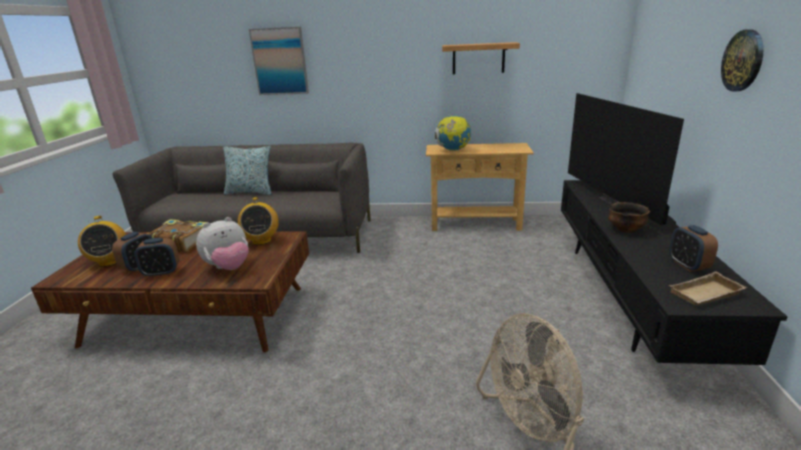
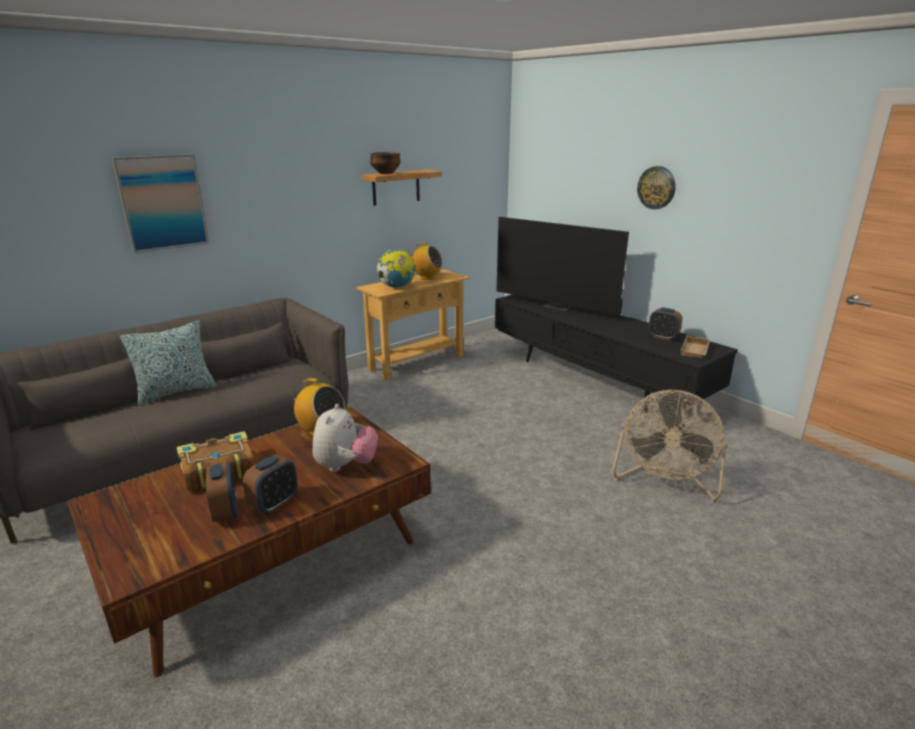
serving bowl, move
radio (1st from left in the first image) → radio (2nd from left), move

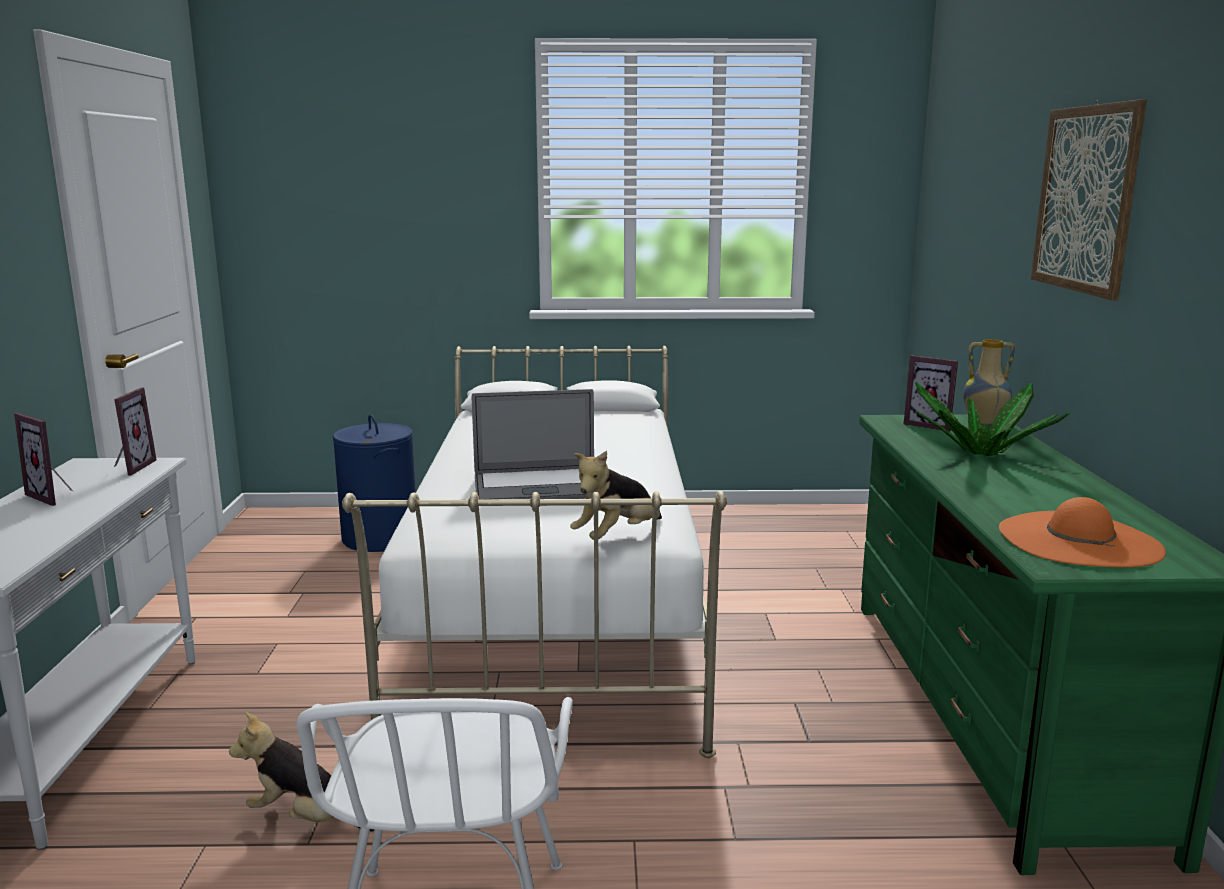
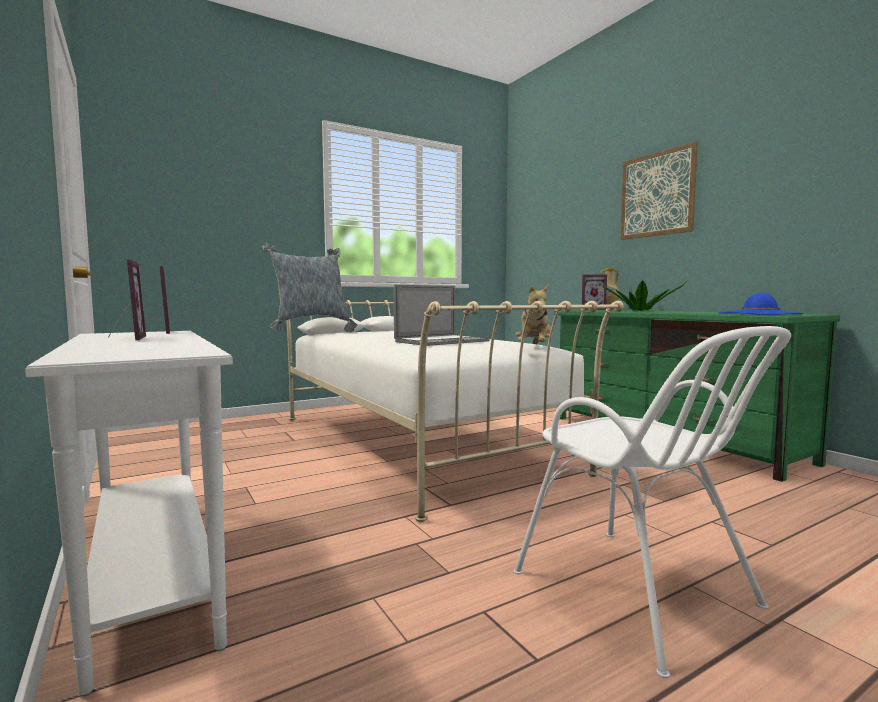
picture frame (1st from left), 120 degrees counterclockwise
hamper (bluish) → -
clothing hat (orangey) → clothing hat (bluish)
soft toy (1st from left) → -
- → throw pillow

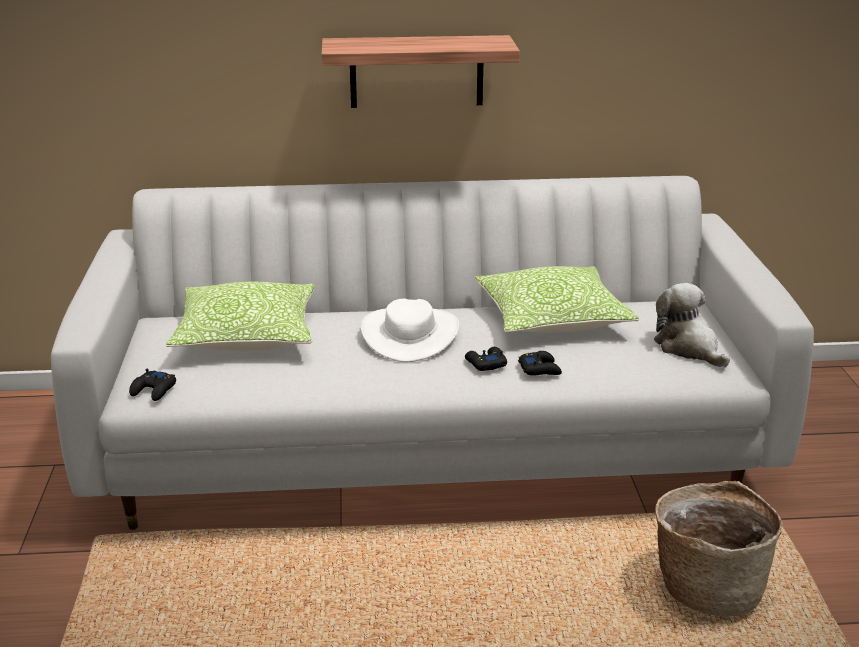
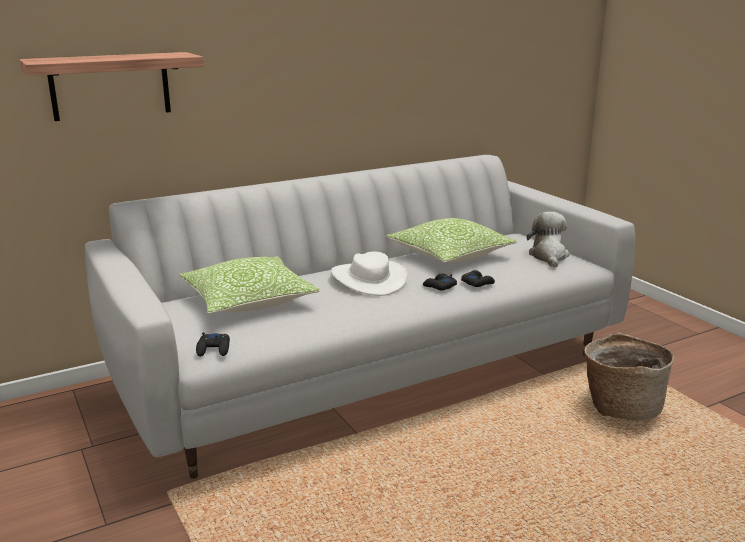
wall shelf, move
soft toy, 60 degrees clockwise

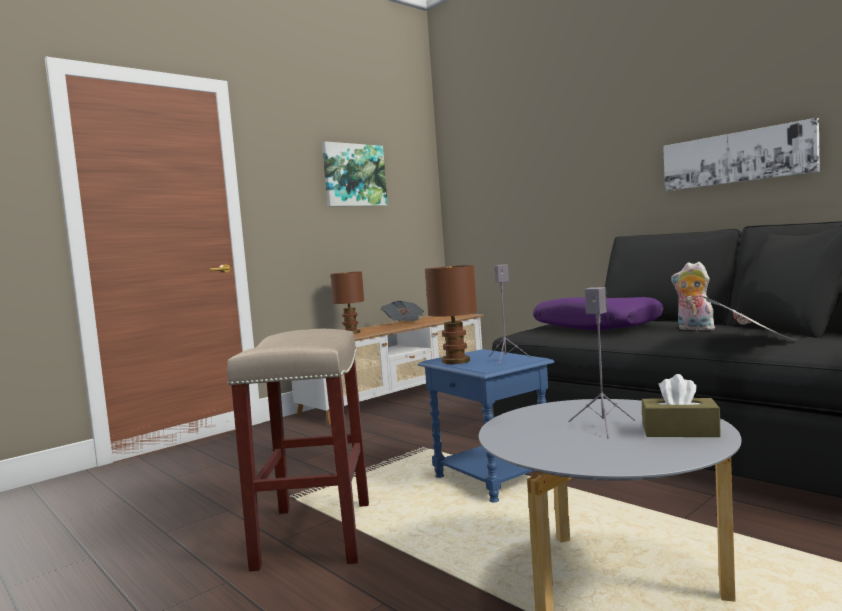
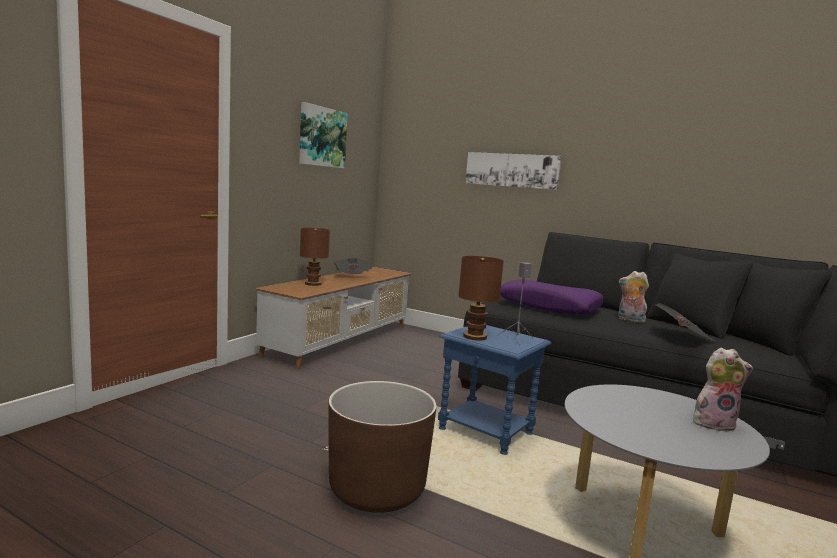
wall art (2nd from left), move
speaker (grey) (2nd from left) → -
stool seat (sand-coloured) → plant pot (brownish)
tissue box (brownish) → soft toy (2nd from left)

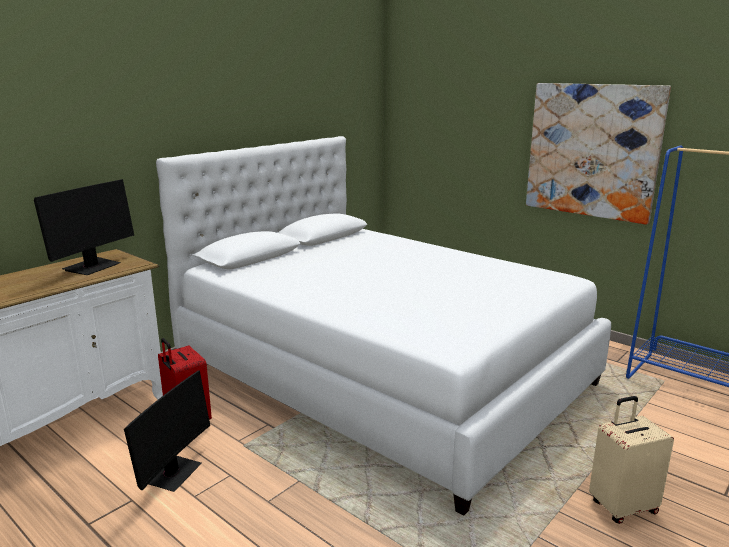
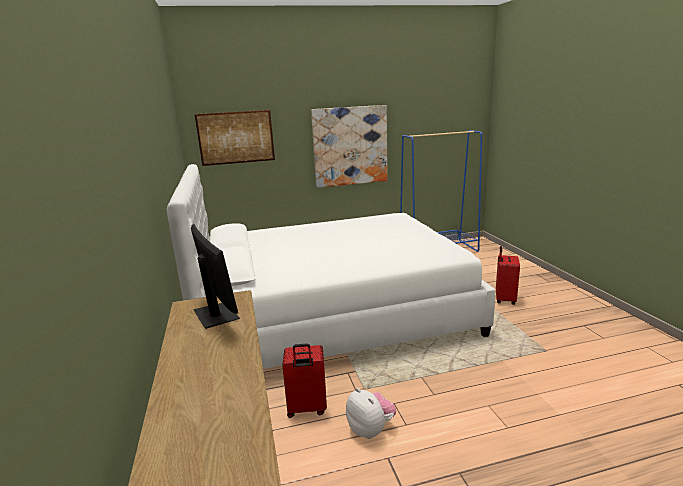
computer display (2nd from left) → soft toy
travel case (sand-coloured) → travel case (reddish) (2nd from left)
- → wall art (1st from left)

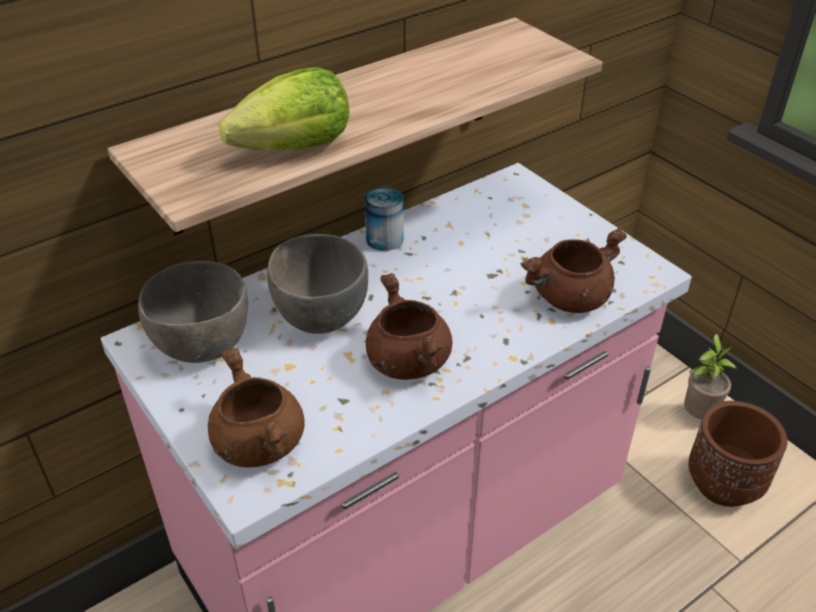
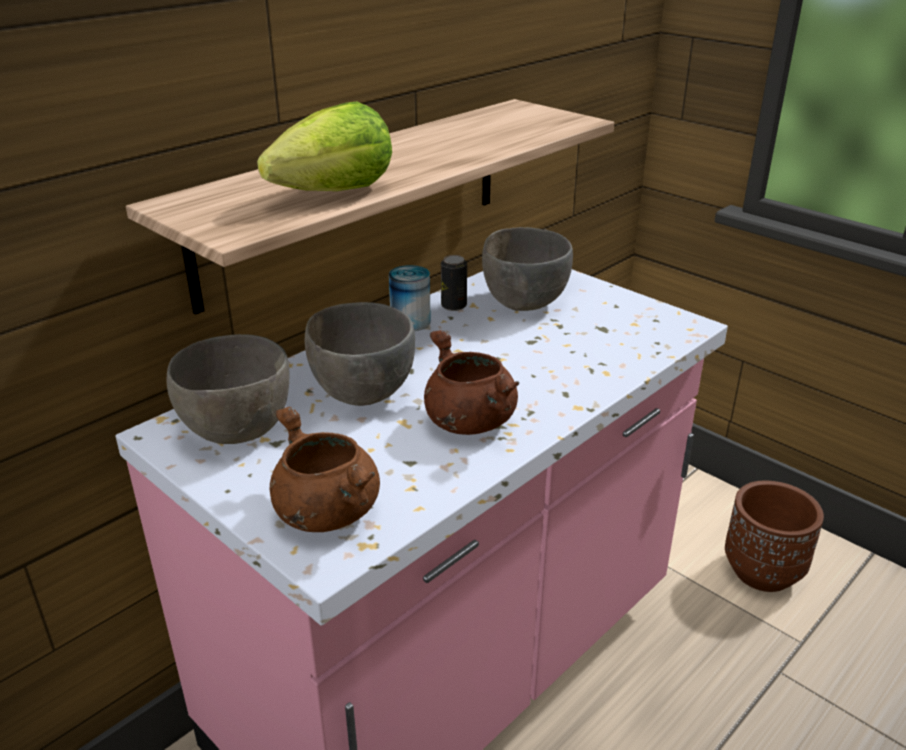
cooking pot (brownish) (3rd from left) → -
houseplant → -
- → serving bowl (grey) (3rd from left)
- → can (2nd from left)

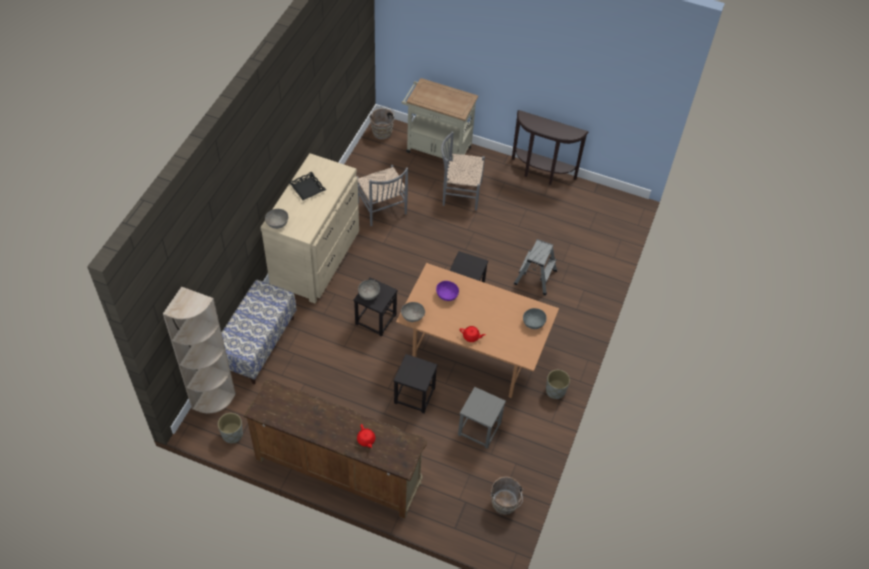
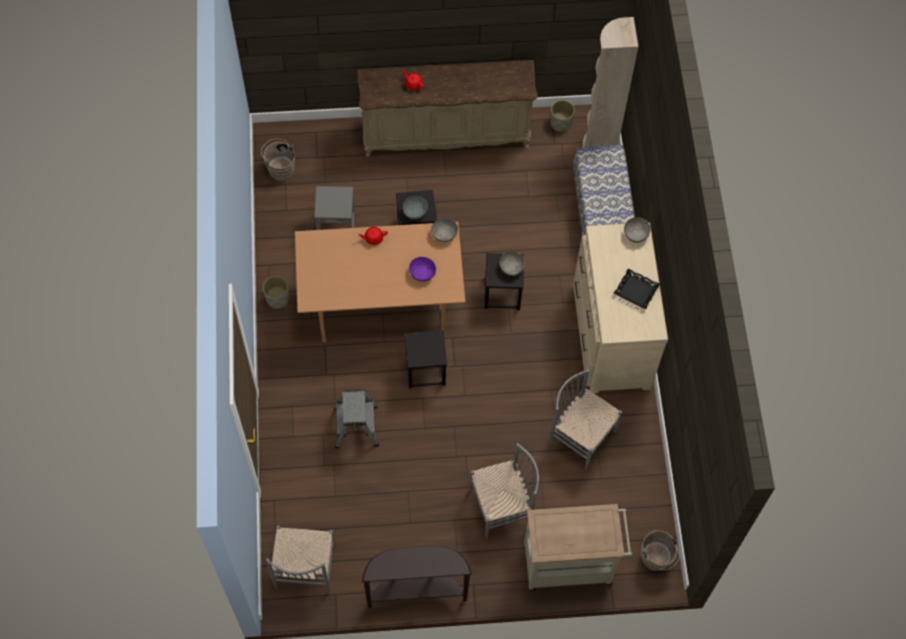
serving bowl (grey) (4th from left in the first image) → serving bowl (grey) (1st from left), move
- → upright chair (grey) (1st from left)

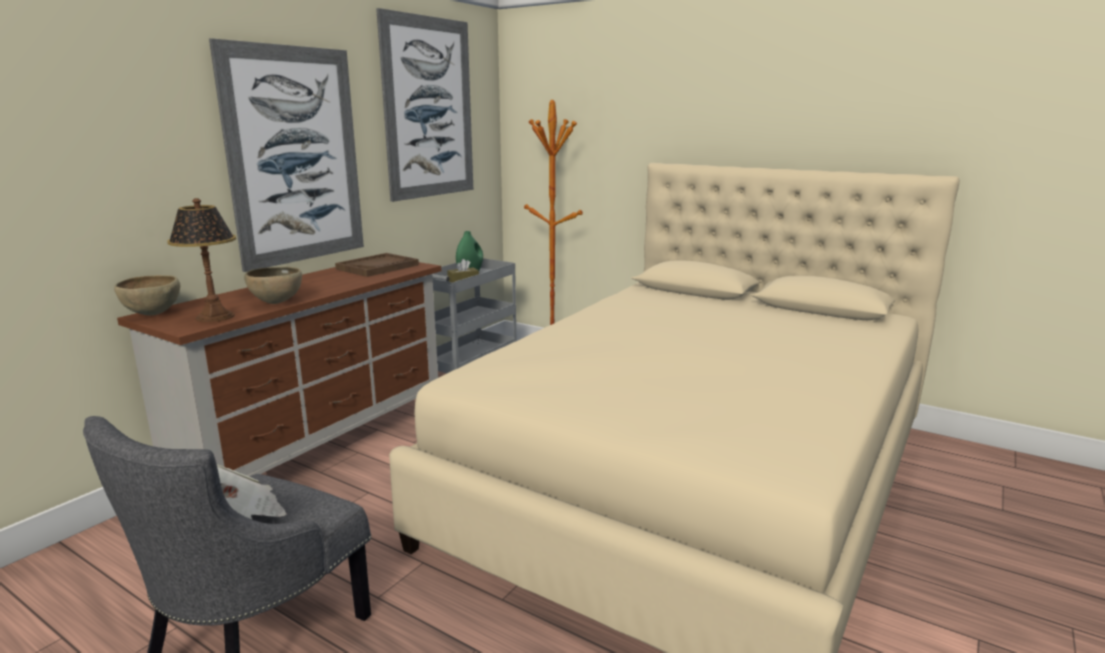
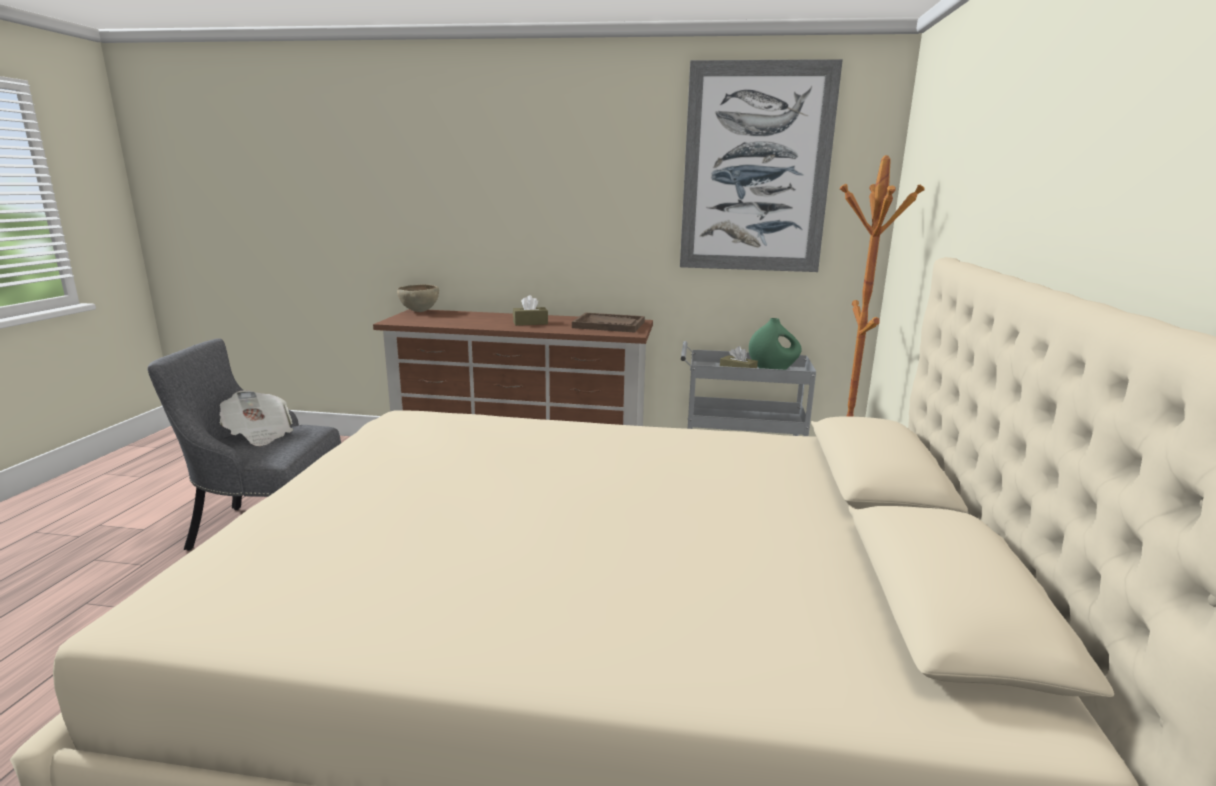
wall art (1st from left) → -
lamp for a table → -
serving bowl (brownish) (2nd from left) → -
- → tissue box (brownish) (1st from left)

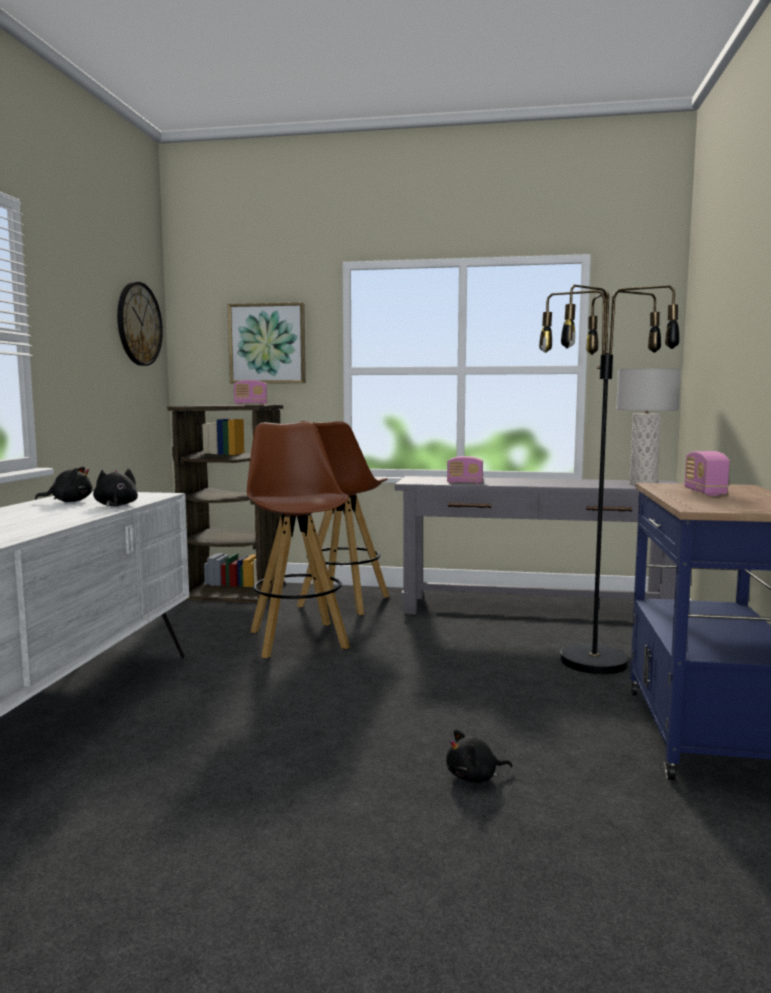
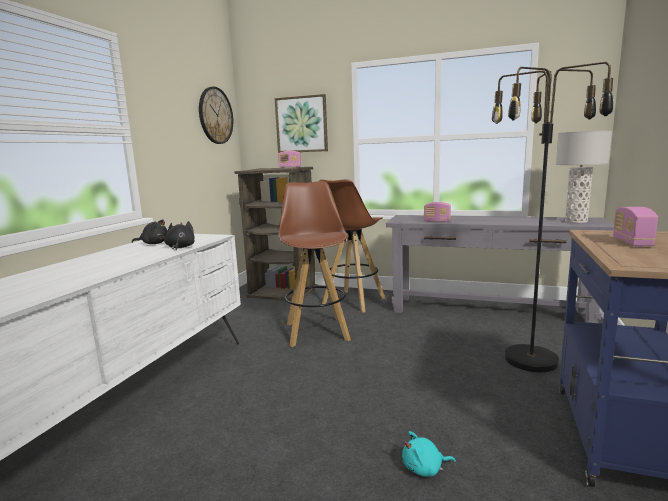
soft toy (black-coloured) (3rd from left) → soft toy (turquoise)

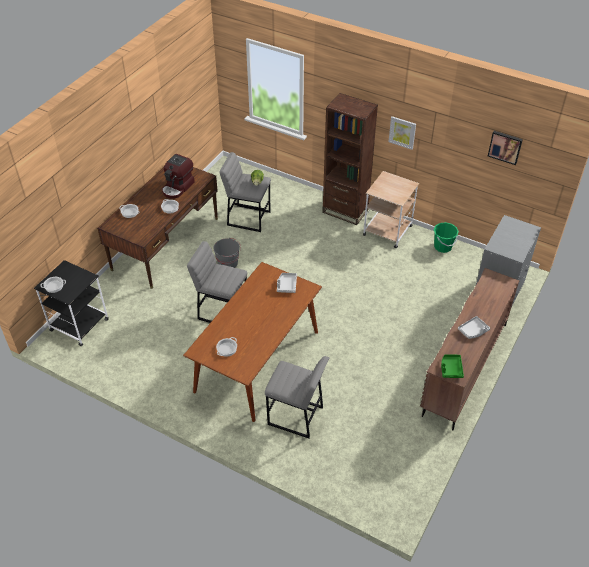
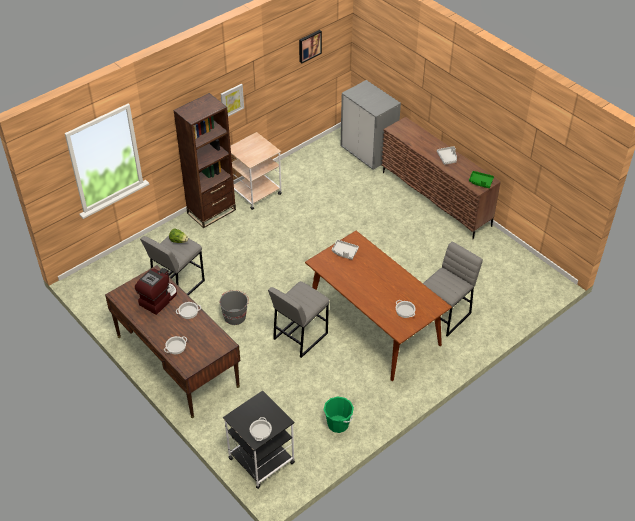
coffee brewer, 105 degrees counterclockwise
bucket (green-coloured), move

